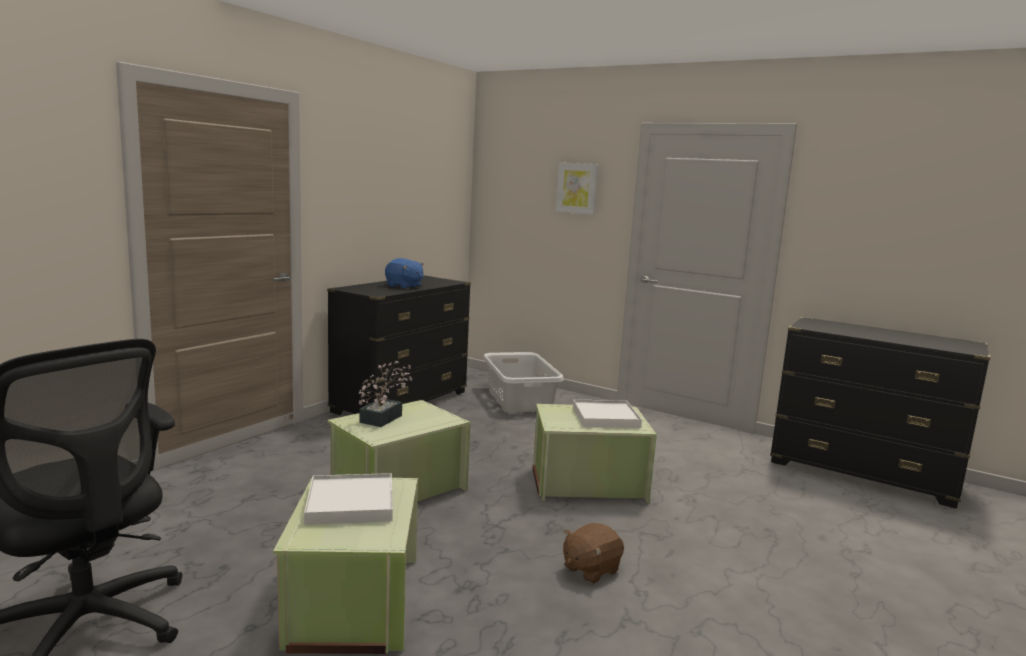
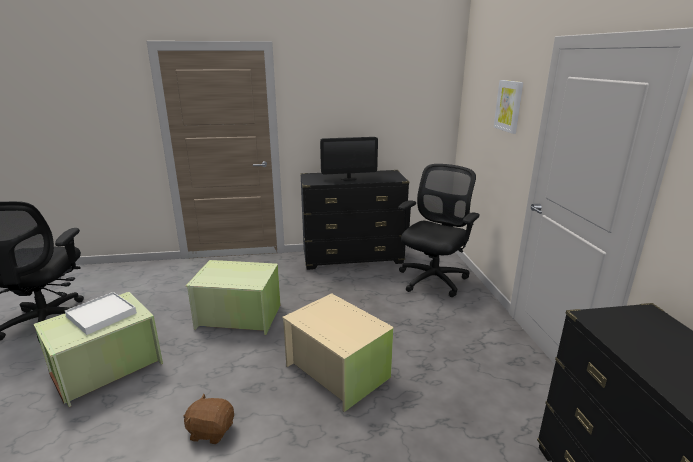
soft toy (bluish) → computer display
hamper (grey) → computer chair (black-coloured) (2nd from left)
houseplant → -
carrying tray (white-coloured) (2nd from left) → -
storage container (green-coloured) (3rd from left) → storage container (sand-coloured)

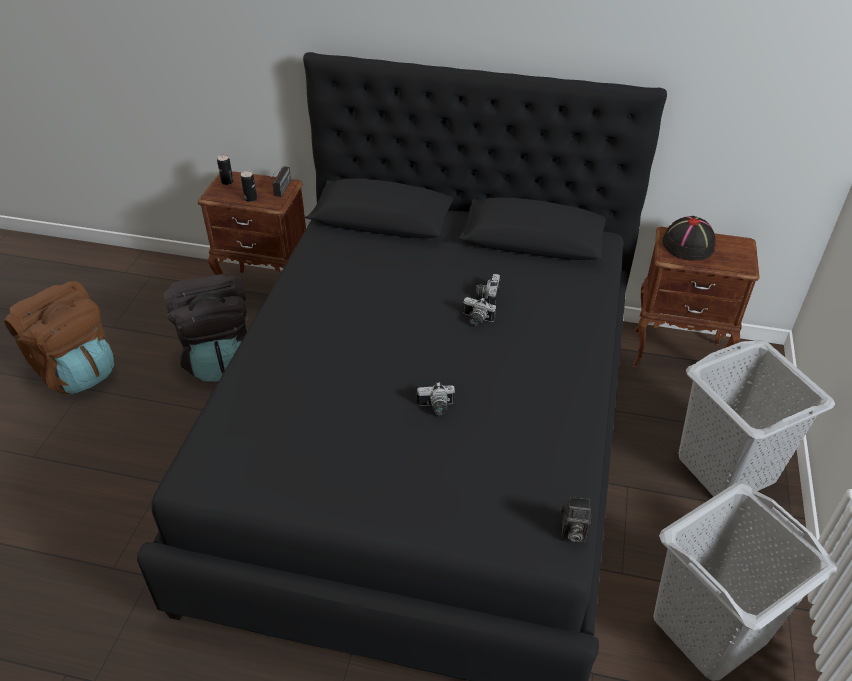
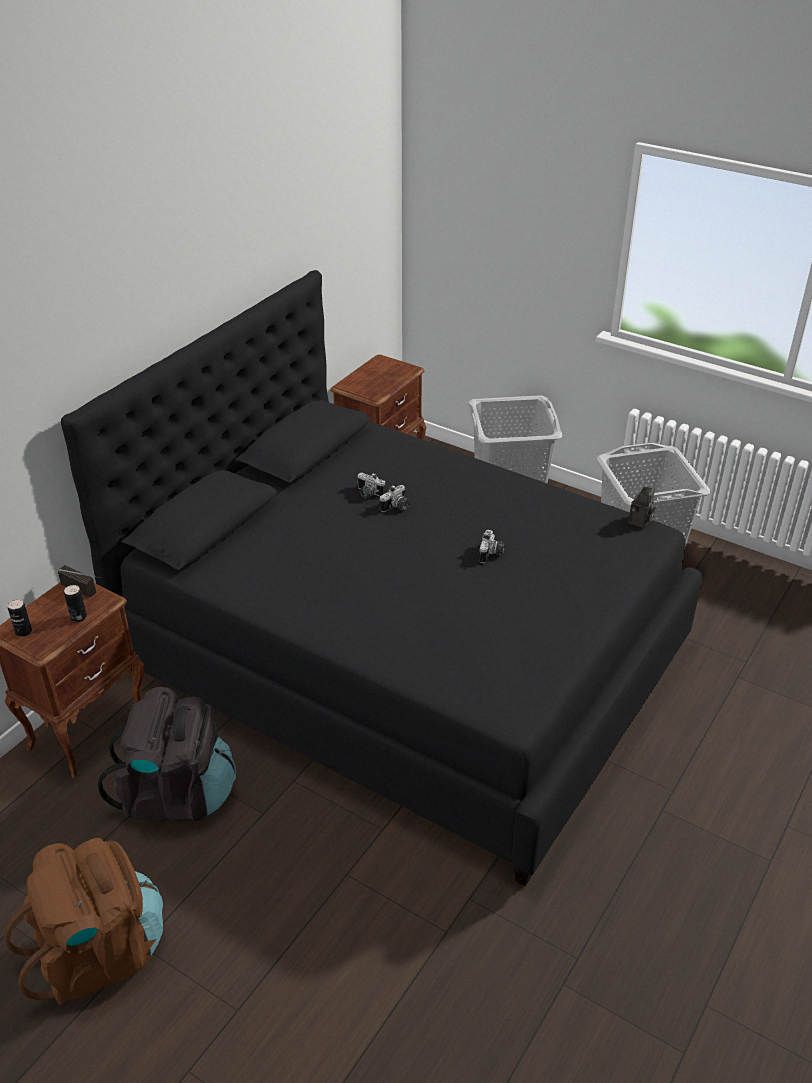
clothing hat (black-coloured) → -

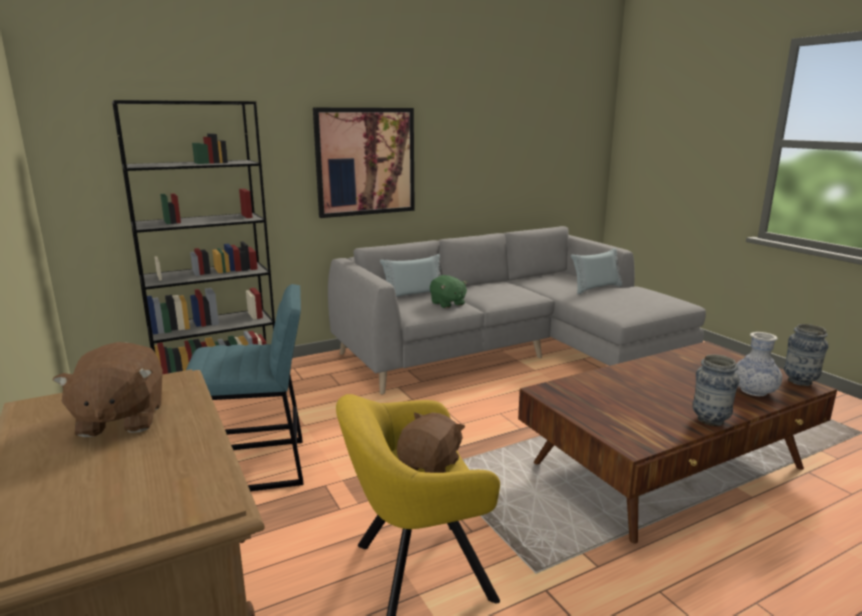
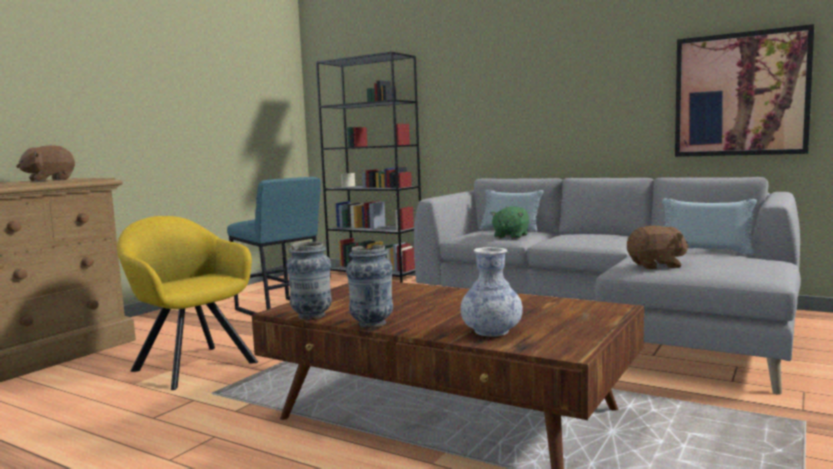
wall art, move
decorative vase (3rd from left in the first image) → decorative vase (1st from left), move
soft toy (brownish) (2nd from left), move

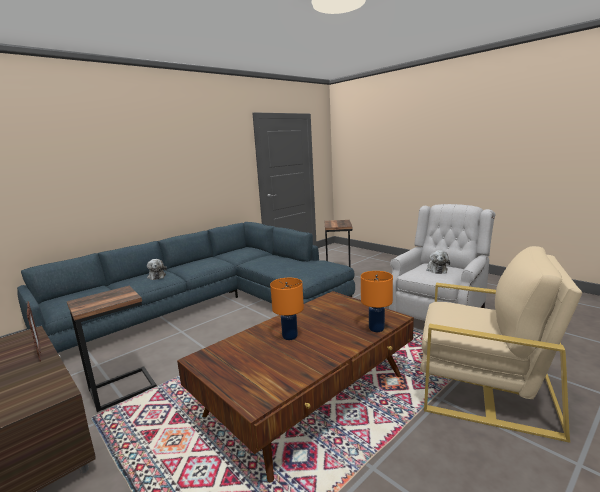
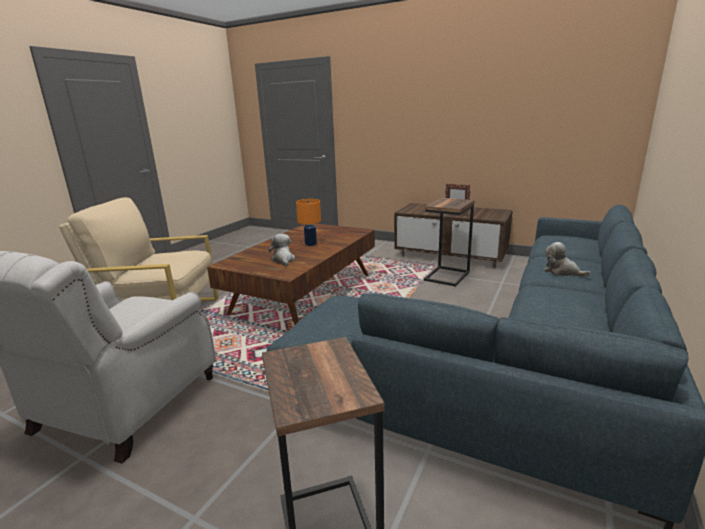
soft toy (2nd from left in the first image) → soft toy (1st from left), move
lamp for a table (orangey) (2nd from left) → -

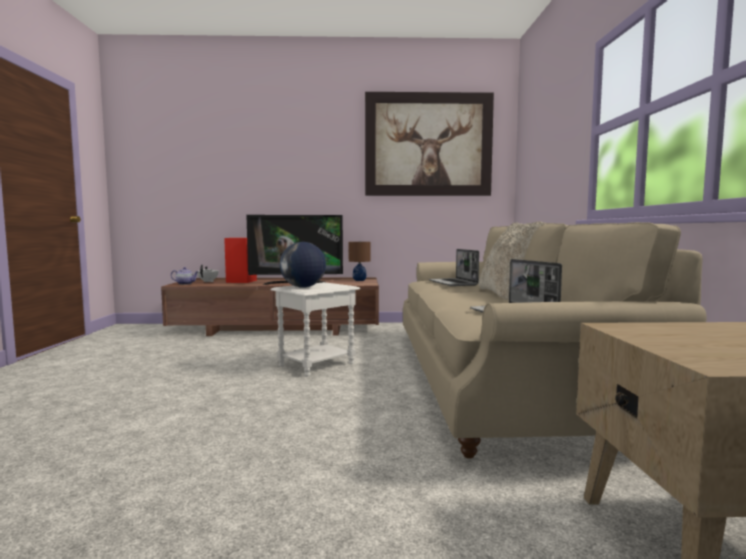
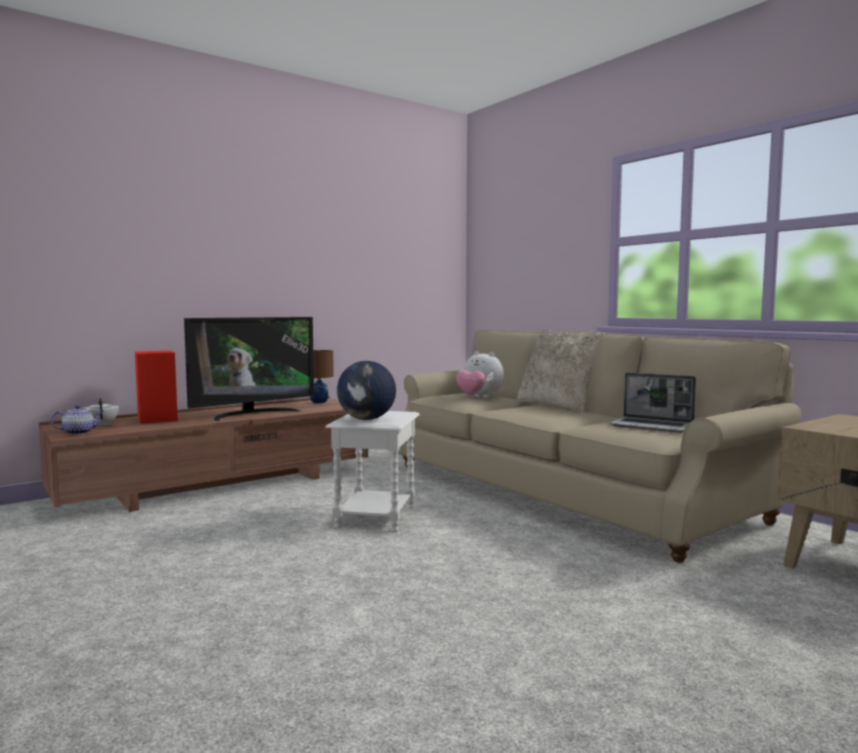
wall art → -
notebook computer (1st from left) → soft toy

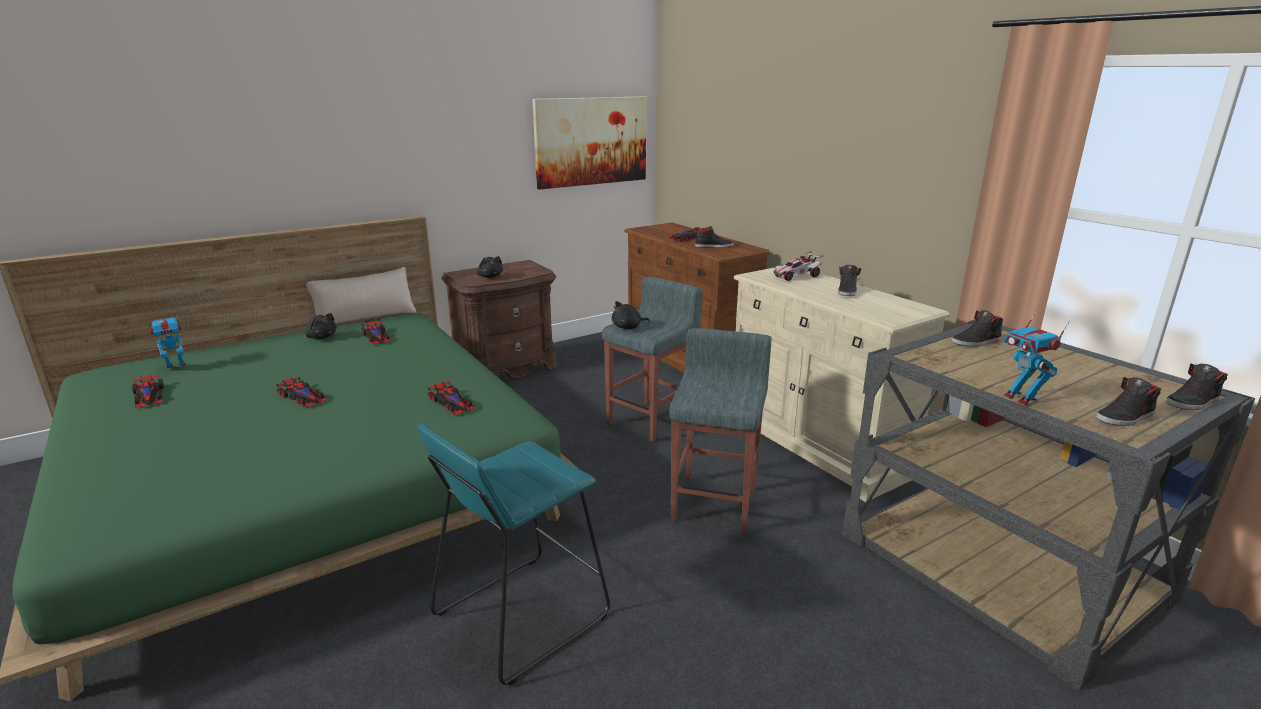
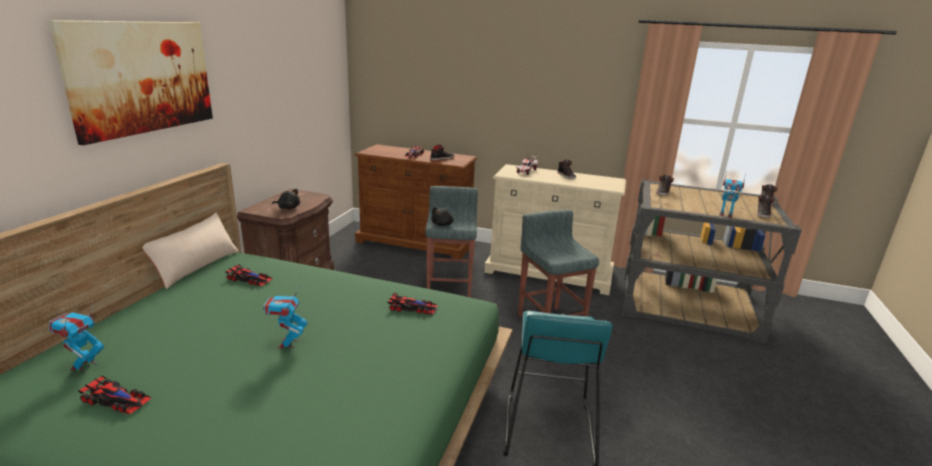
wall art, move
soft toy (black-coloured) (1st from left) → -
miniature car (2nd from left) → robot figure (2nd from left)

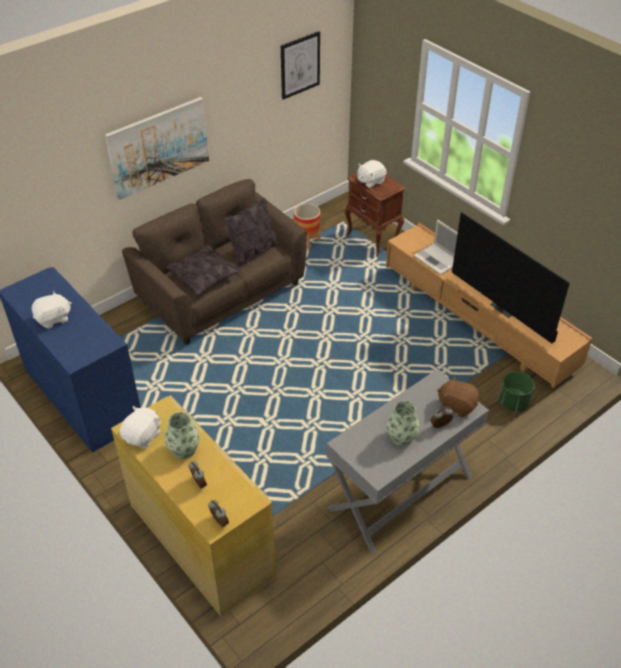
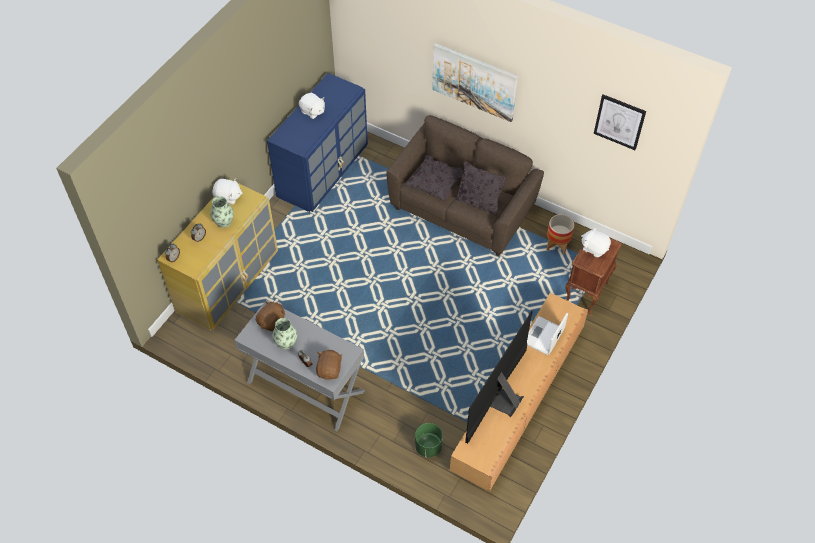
- → soft toy (brownish) (1st from left)

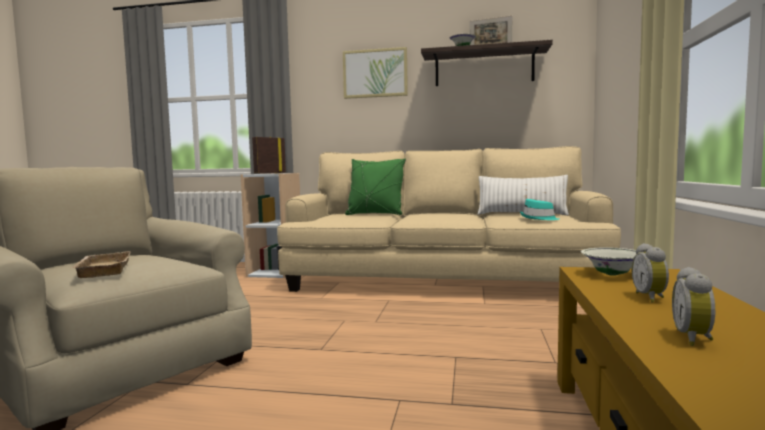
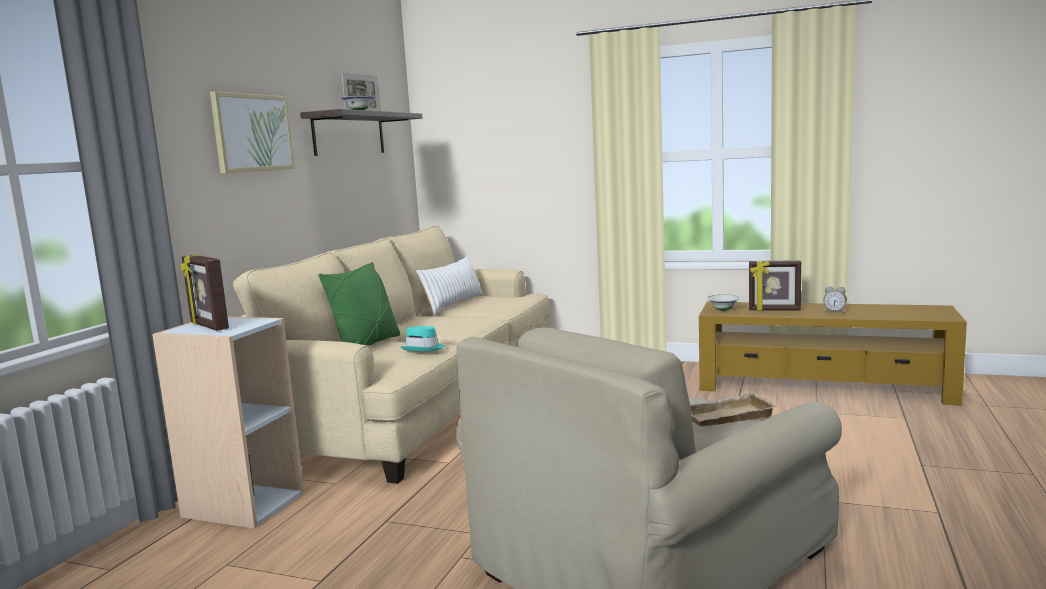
clothing hat (turquoise), move
alarm clock (1st from left) → picture frame (3rd from left)

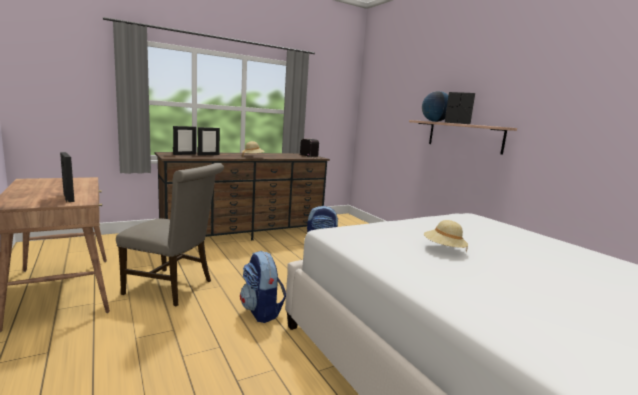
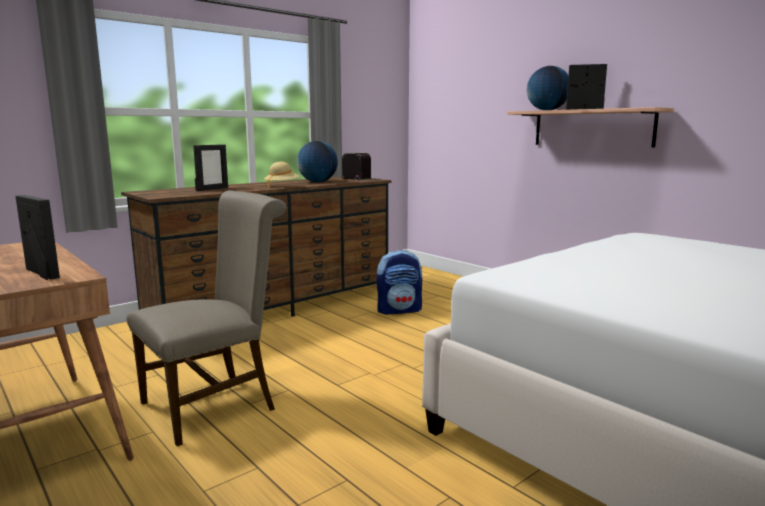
picture frame (2nd from left) → -
upright chair (sand-coloured), 45 degrees counterclockwise
clothing hat (sand-coloured) (2nd from left) → -
knapsack (1st from left) → -
- → desk globe (1st from left)

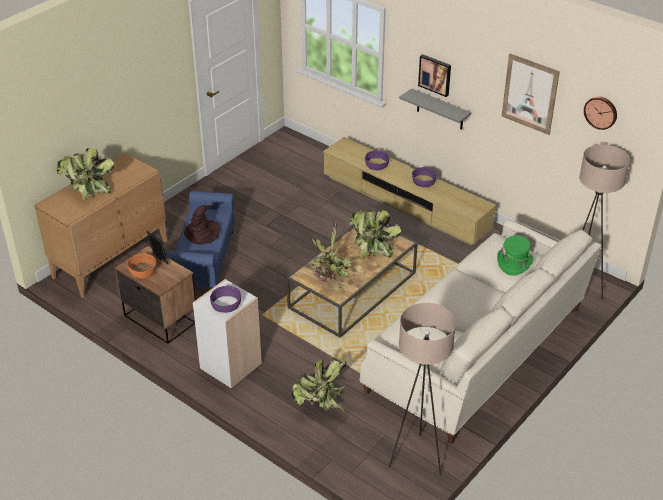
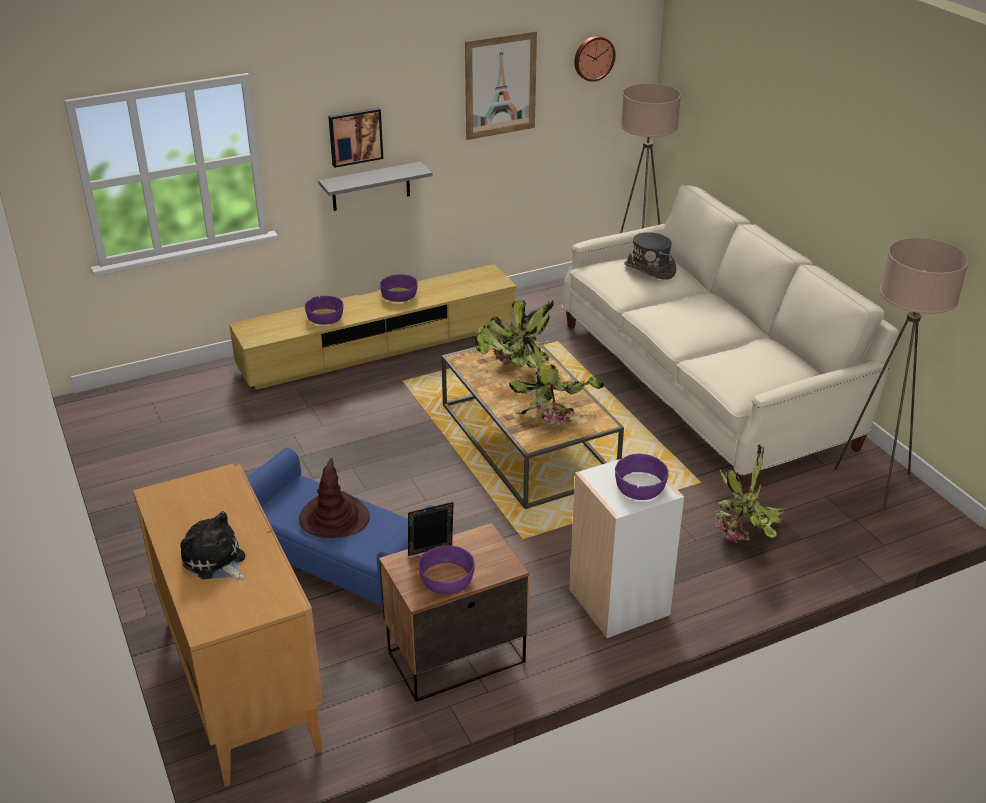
houseplant (1st from left) → soft toy
clothing hat (green-coloured) → clothing hat (grey)
serving bowl (orangey) → serving bowl (purplish) (3rd from left)

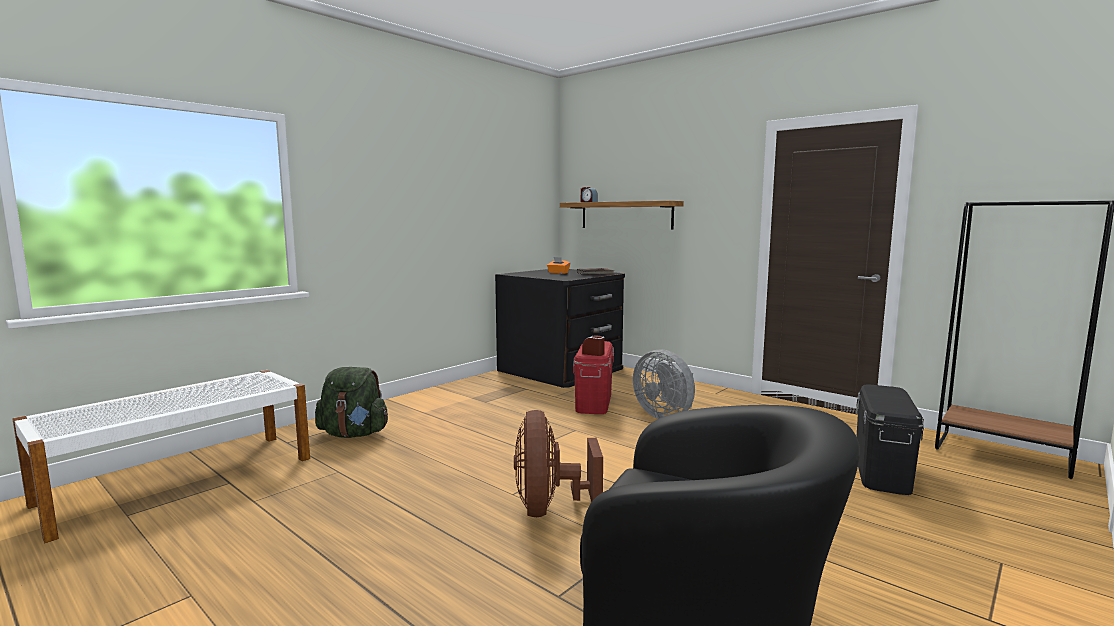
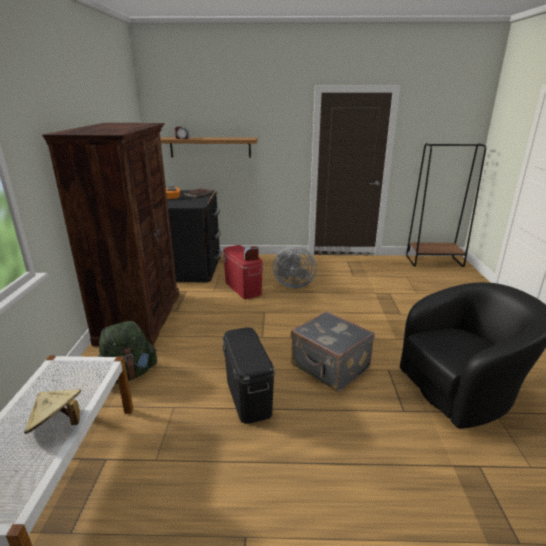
storage container (black-coloured), move
electric fan (brownish) → travel case (grey)
- → armoire (brownish)
- → clothing hat (sand-coloured)

